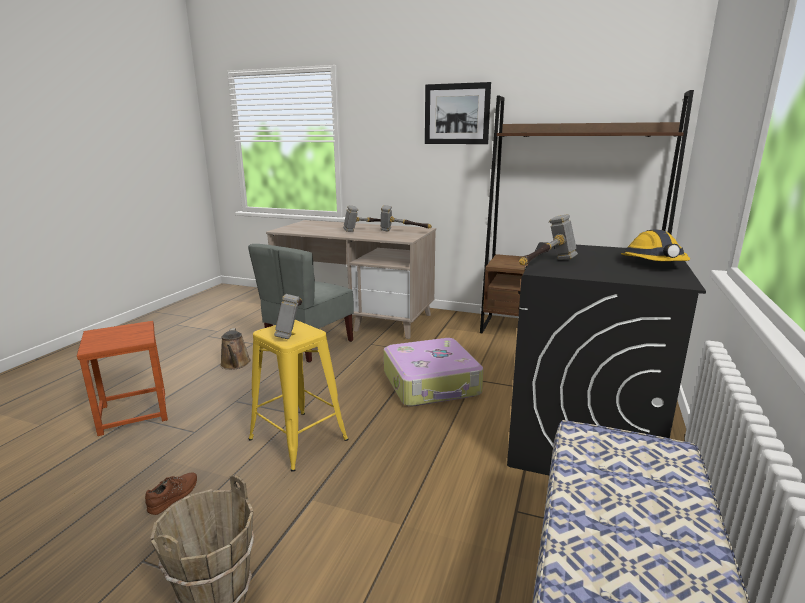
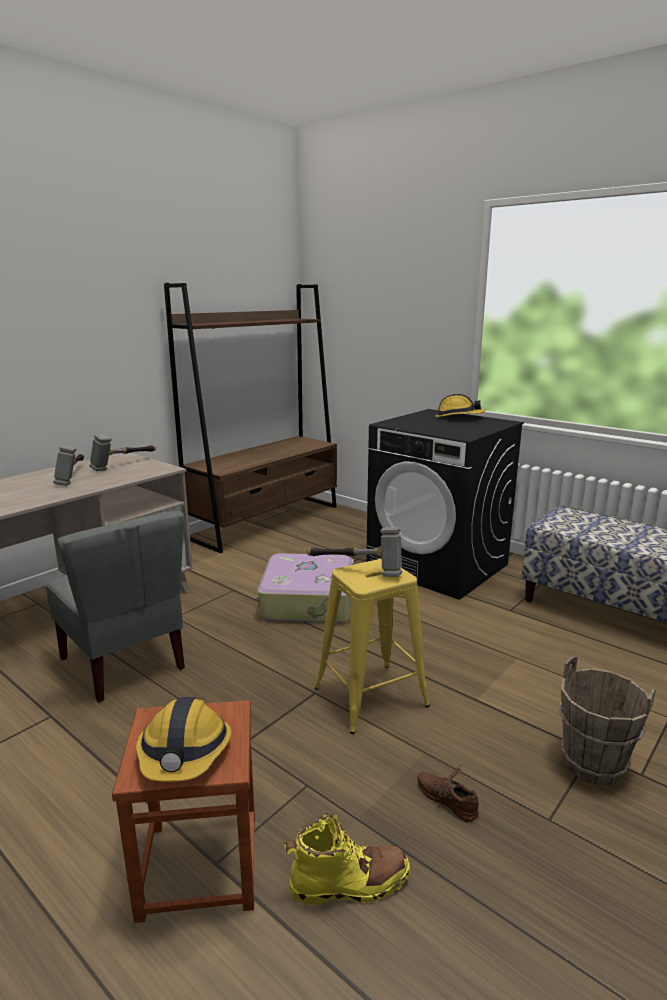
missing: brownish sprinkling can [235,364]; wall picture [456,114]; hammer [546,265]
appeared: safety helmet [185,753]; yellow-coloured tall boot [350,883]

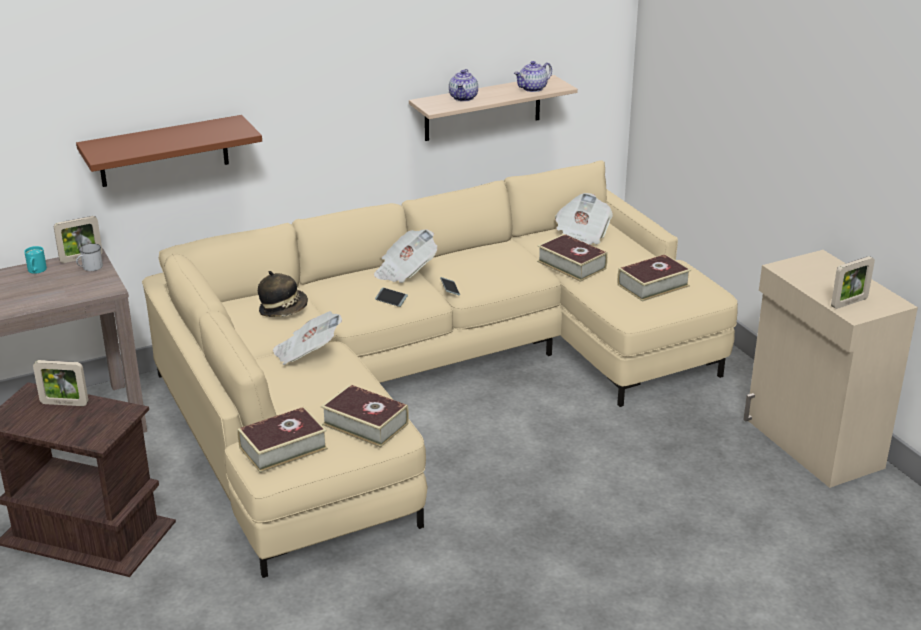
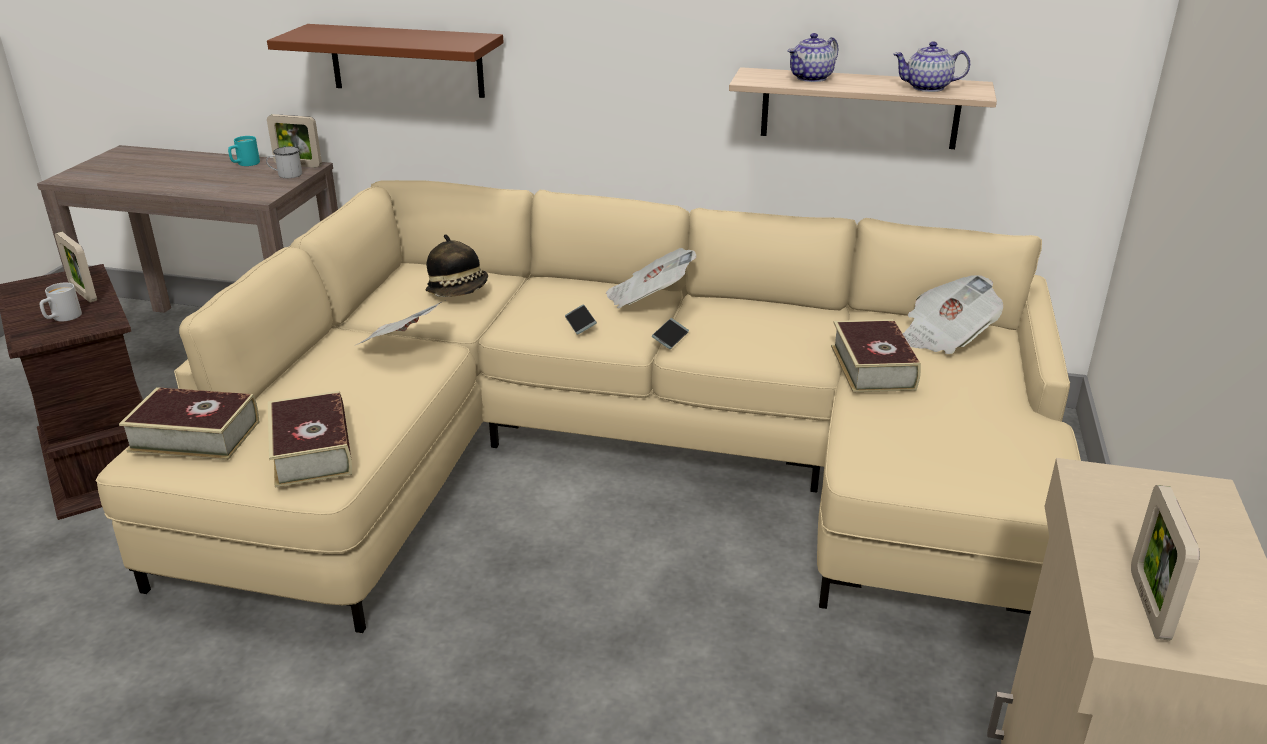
missing: volume [653,285]
appeared: whitish coffee mug [62,318]
spun: standing frame [849,303] = [1148,604] 90 degrees clockwise

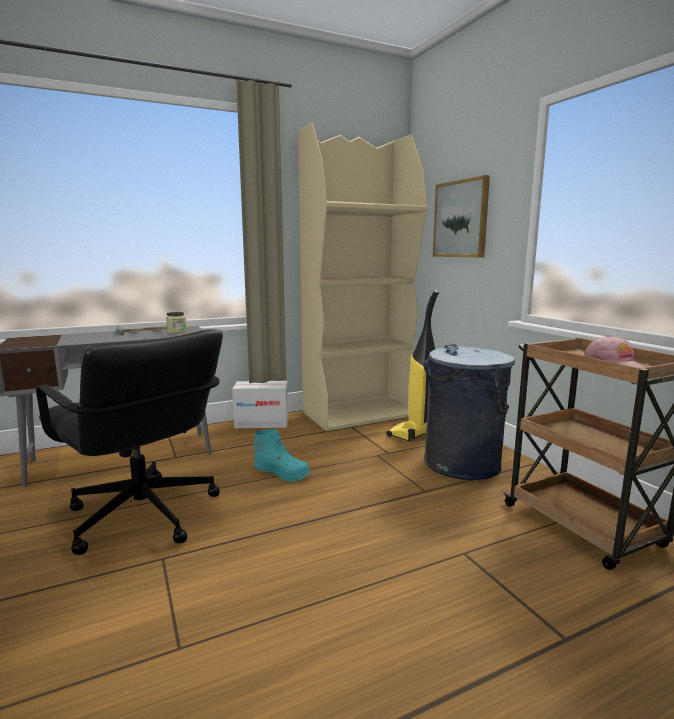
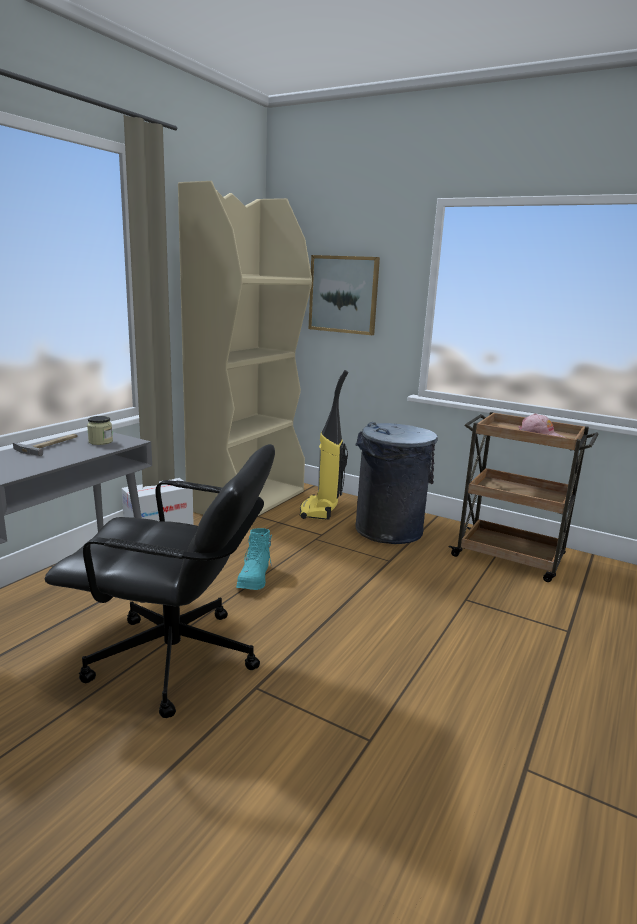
spun: blue-green tall boot [282,473] = [255,578] 105 degrees clockwise

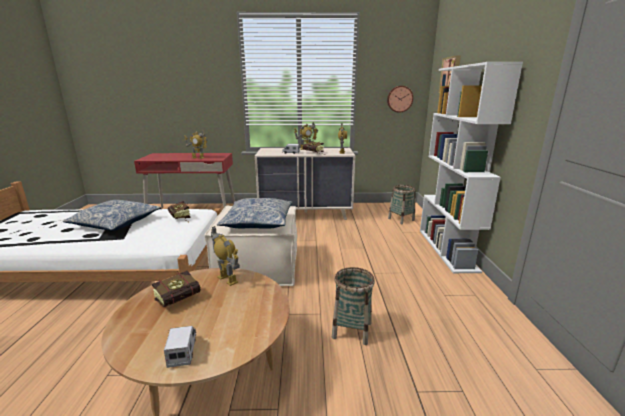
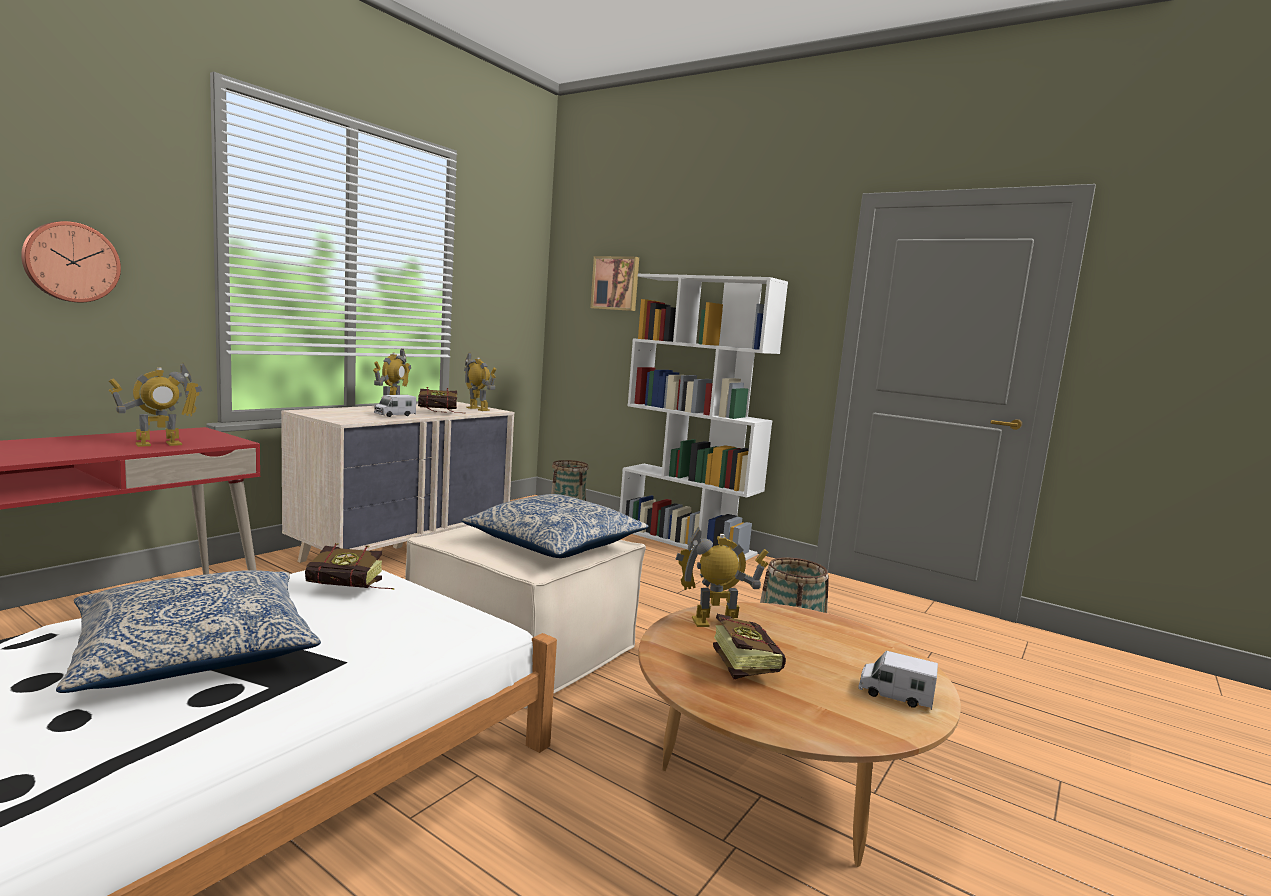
relocated: hanging clock [399,99] to [71,262]

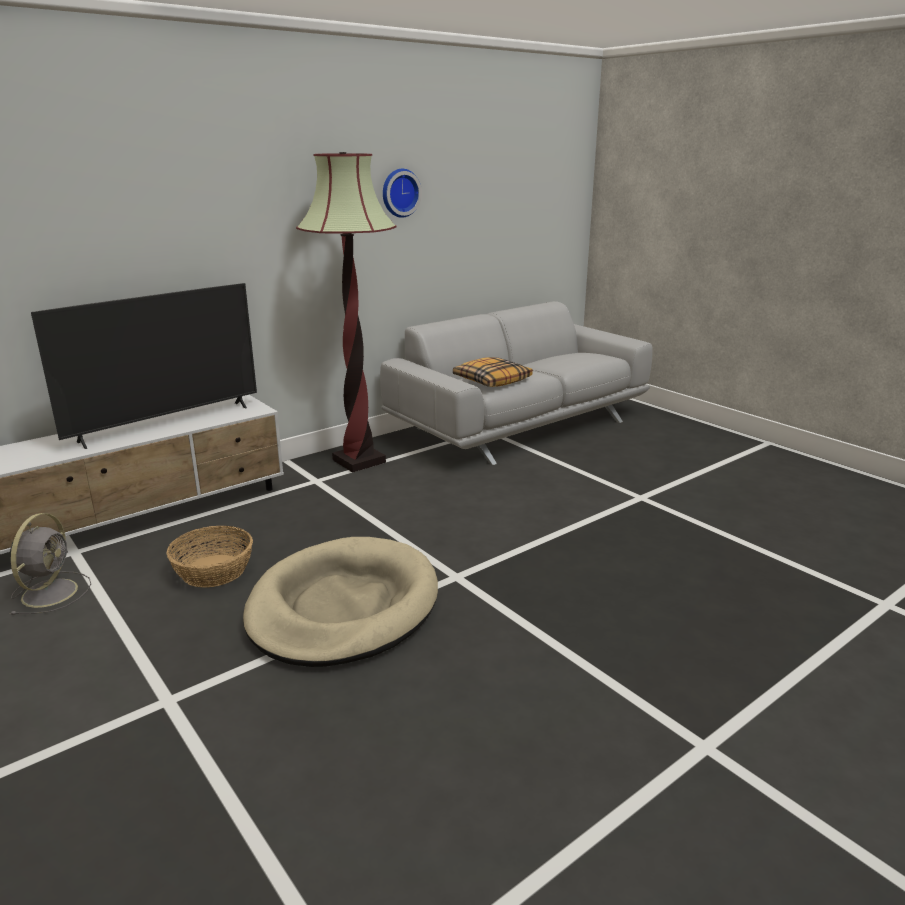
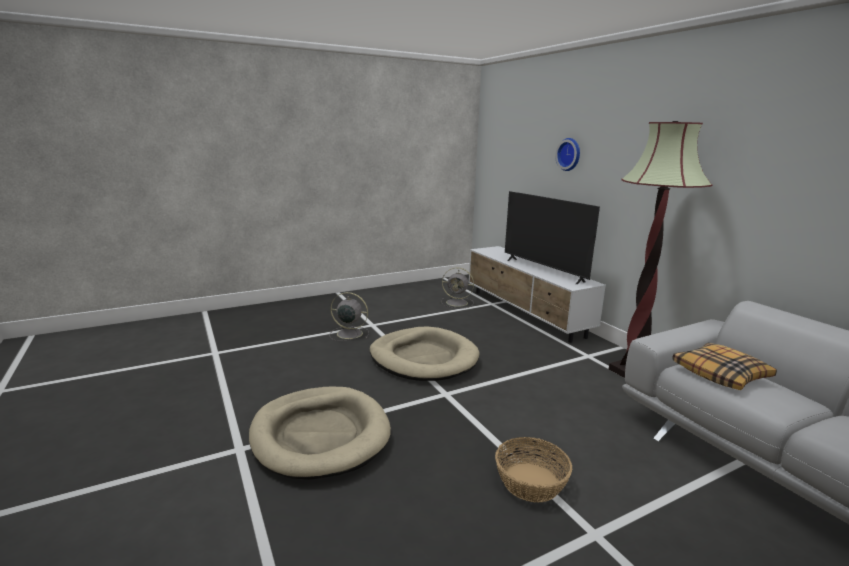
appeared: beige-coloured dog cushion [320,435]; gray fan [348,333]
relocated: household basket [214,570] to [531,482]; hanging clock [399,193] to [570,154]

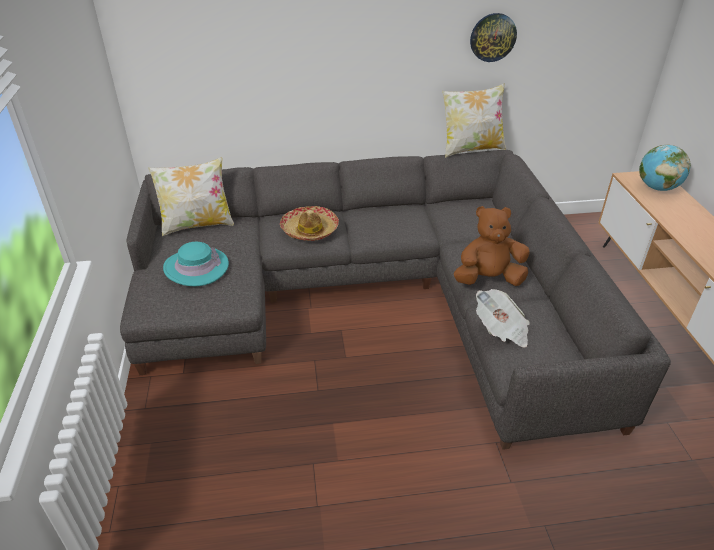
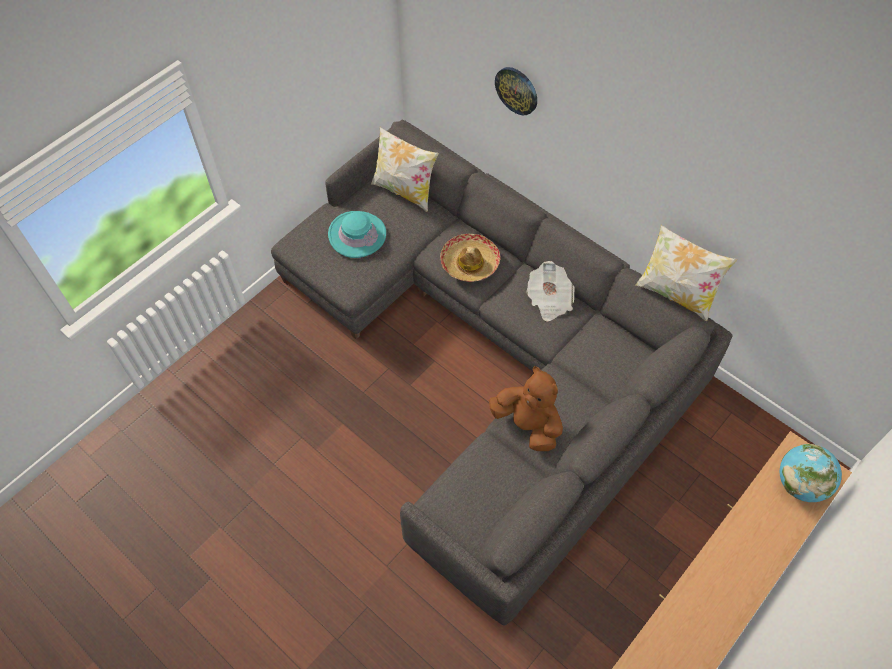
relocated: hanging clock [493,37] to [517,90]; printed paper [501,330] to [549,299]

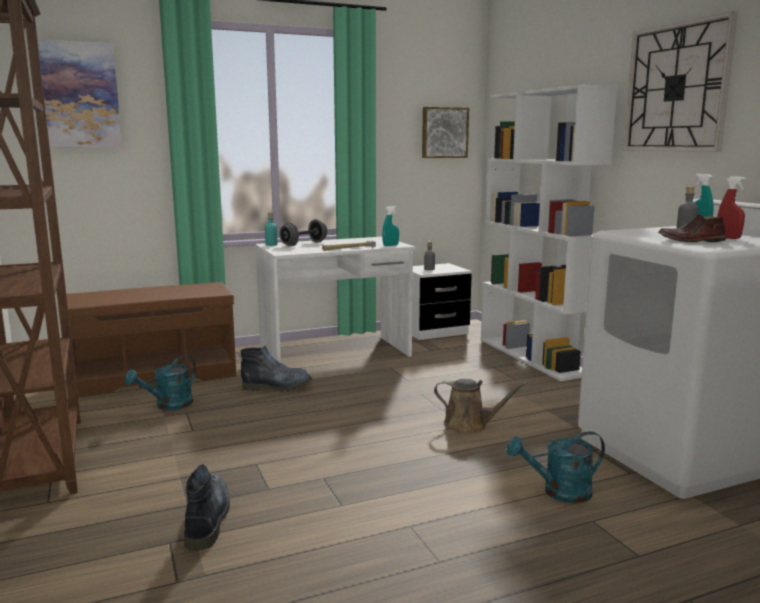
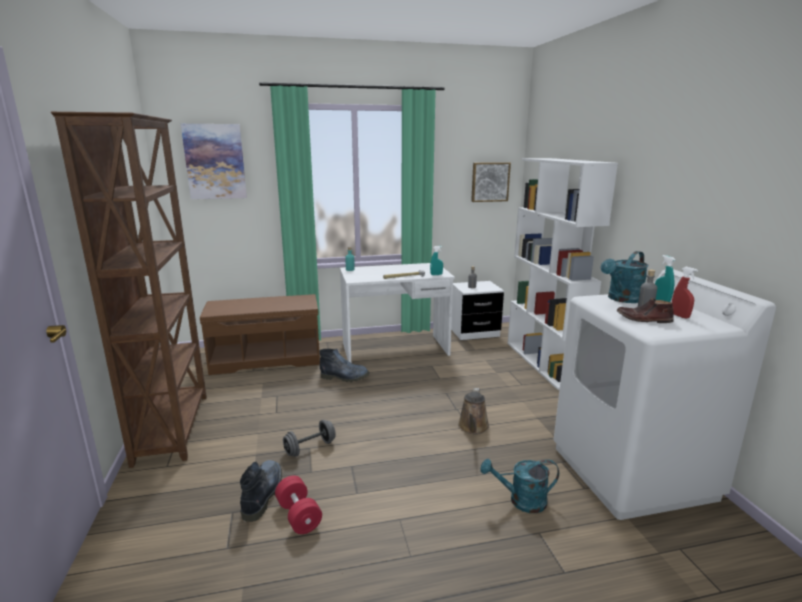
missing: hanging clock [676,88]
appeared: red dumbbell [298,515]
relocated: gray dumbbell [304,244] to [310,448]; blue-green sprinkling can [168,405] to [622,299]
spun: brownish sprinkling can [469,425] = [473,427] 75 degrees clockwise

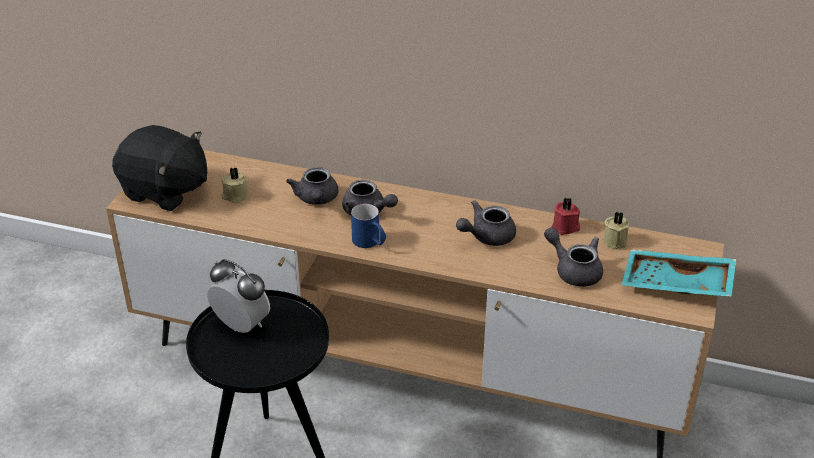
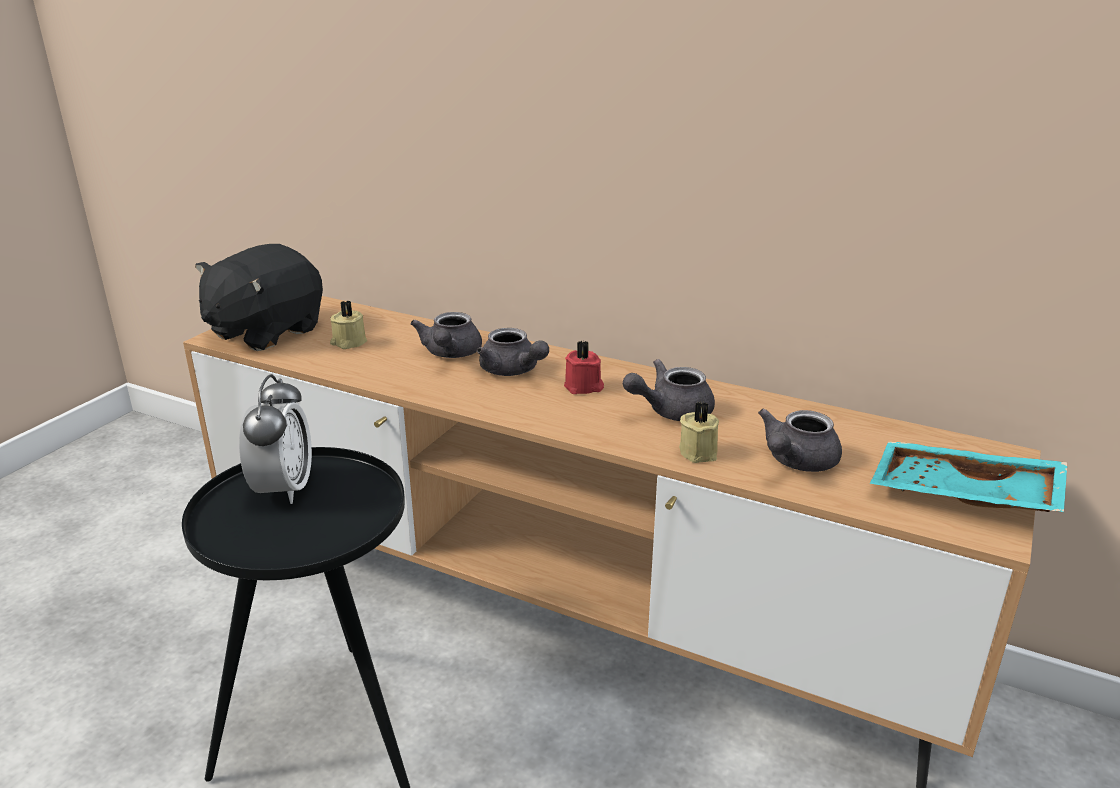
missing: blue-coloured coffee mug [370,243]
relocated: red wax light [566,227] to [584,387]; beige-coloured wax light [615,240] to [699,451]
spun: blackish plush toy [165,191] = [265,332] 90 degrees clockwise; alarm clock [241,326] = [284,489] 45 degrees clockwise; gray pot for tea [574,270] = [796,462] 105 degrees counterclockwise

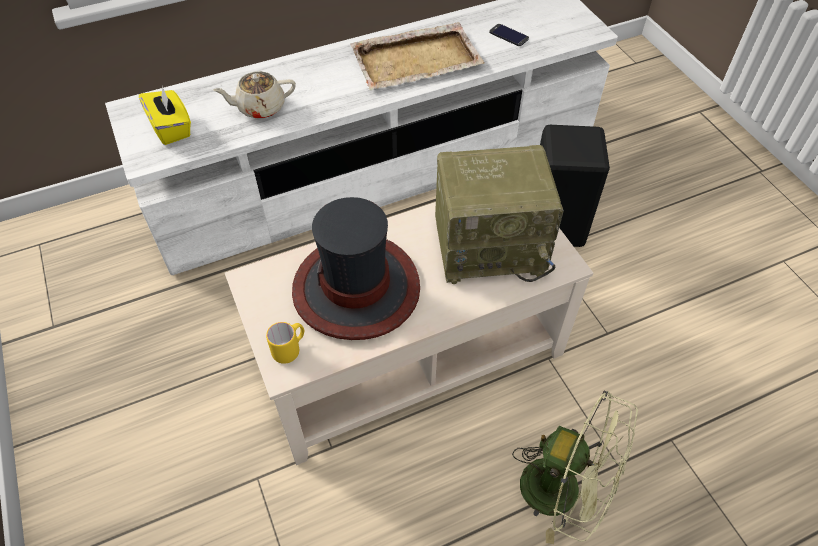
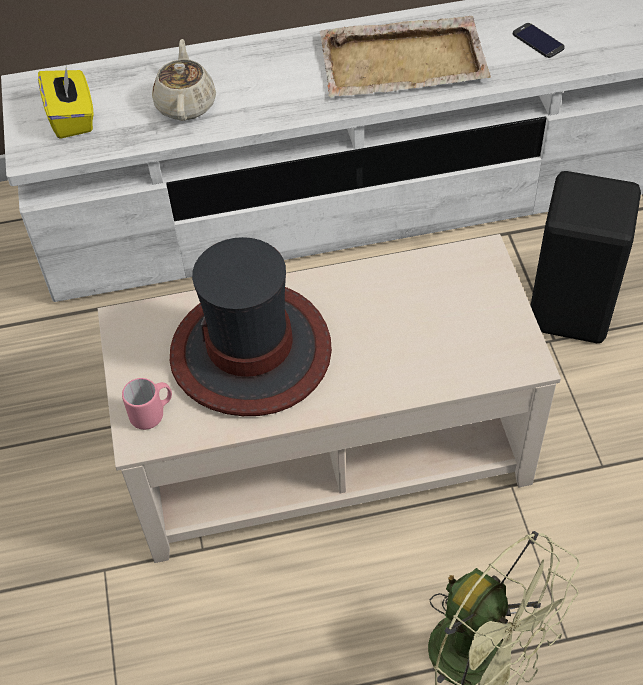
missing: radio set [491,246]
colour: yellow-coloured coffee mug [290,349] to pinkish coffee mug [152,413]
spun: beige-coloured pot for tea [260,107] = [186,104] 90 degrees clockwise

